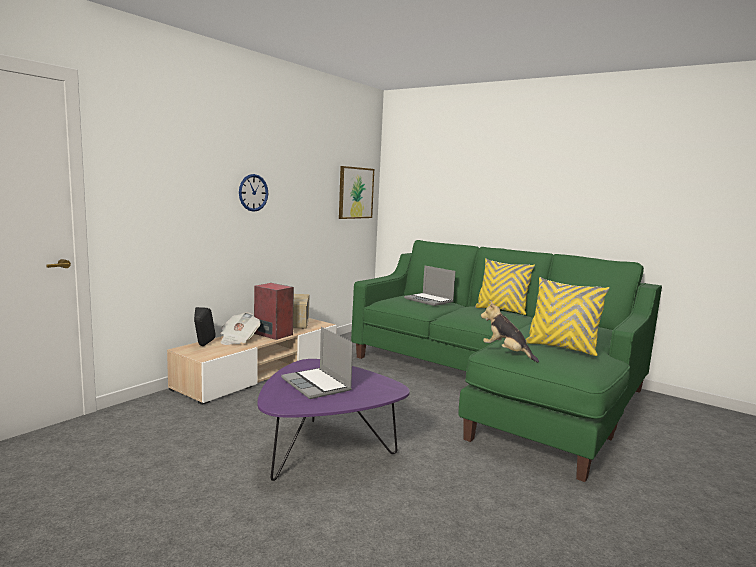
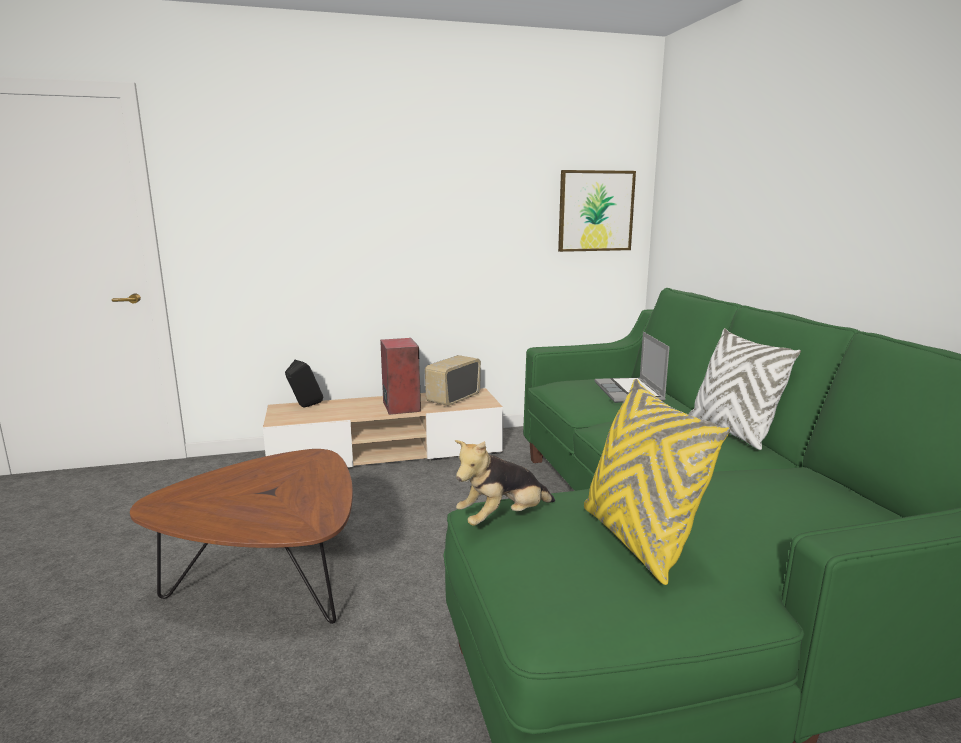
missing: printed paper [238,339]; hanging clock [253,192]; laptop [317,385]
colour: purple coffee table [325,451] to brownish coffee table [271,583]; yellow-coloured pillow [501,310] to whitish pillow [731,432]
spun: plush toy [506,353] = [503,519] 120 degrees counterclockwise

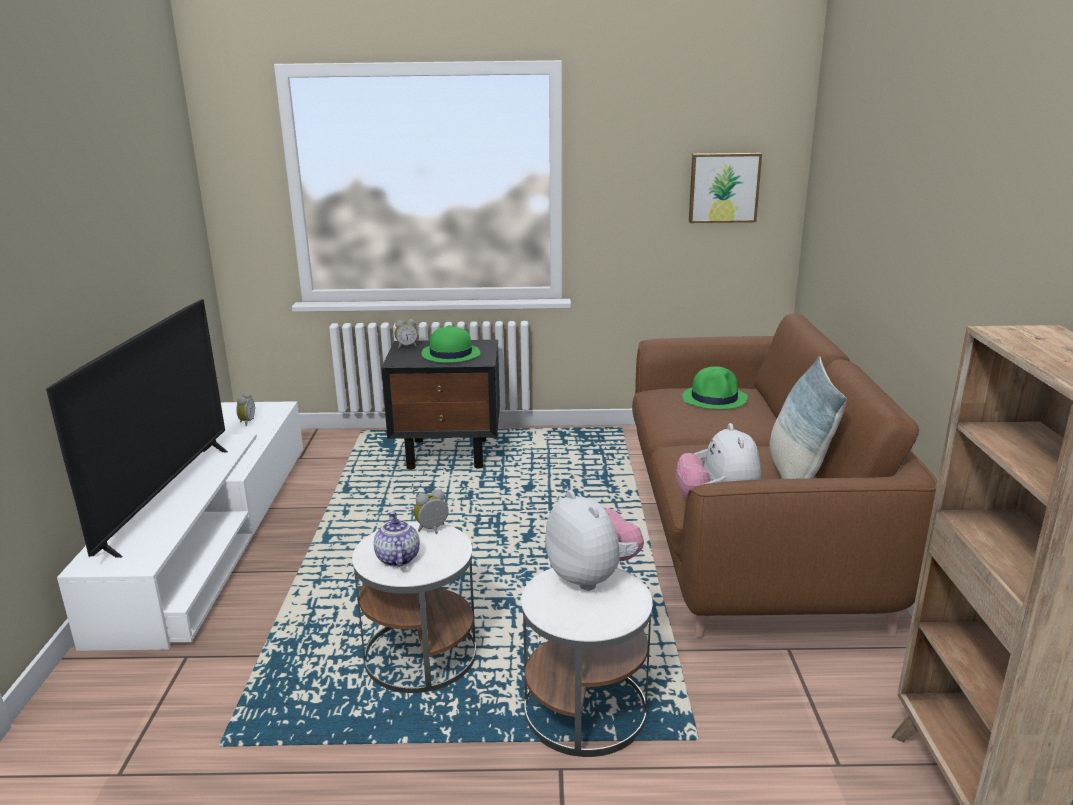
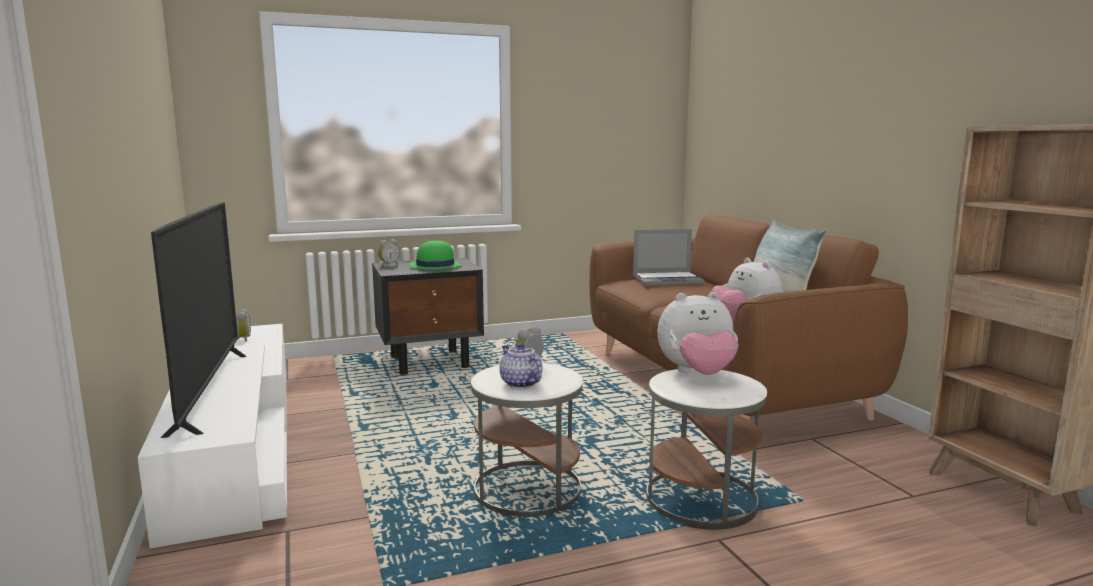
missing: wall picture [723,187]
exchanged: green-coloured hat [715,398] to laptop [668,280]
spun: plush toy [592,577] = [697,374] 135 degrees clockwise

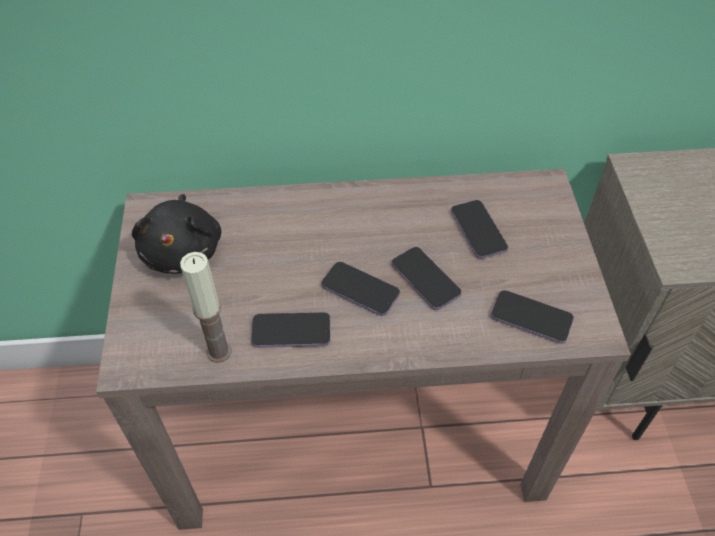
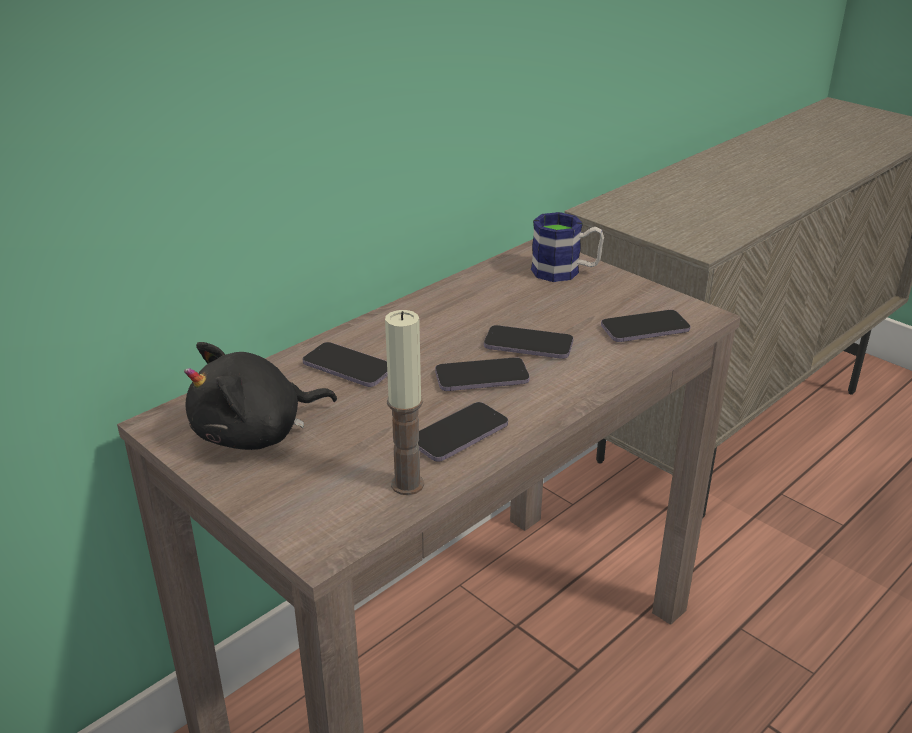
appeared: coffee mug [565,271]
relocated: handset [478,231] to [348,368]
spun: blackish plush toy [183,250] = [256,433] 105 degrees clockwise

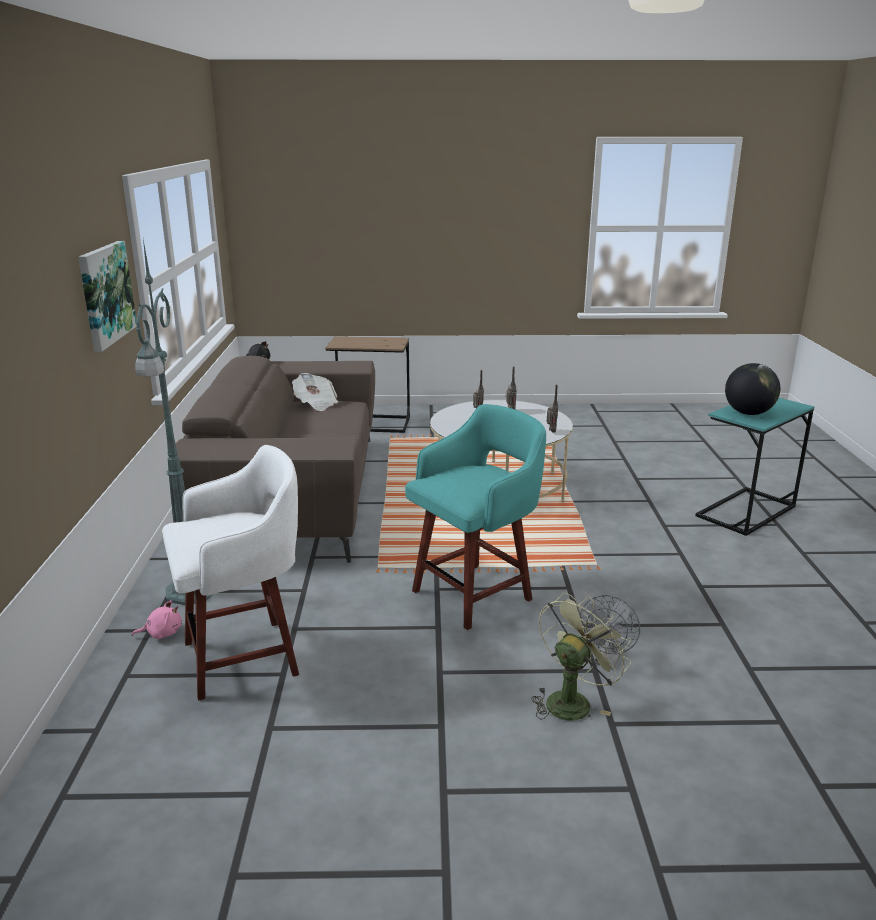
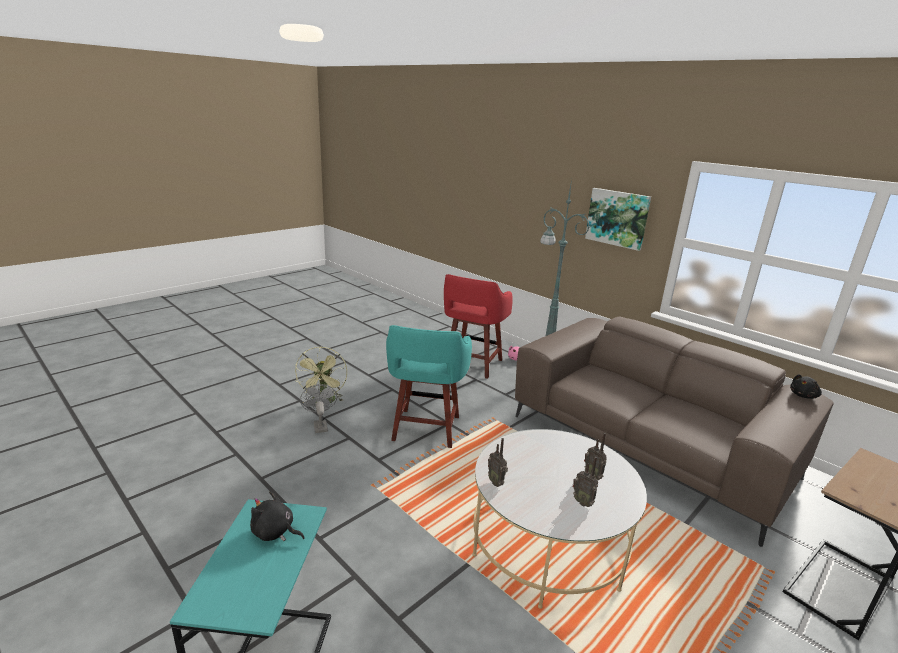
missing: printed paper [315,404]
exchanged: world globe [748,413] to blackish plush toy [275,532]
colour: whitish sitting stool [245,657] to red sitting stool [472,365]

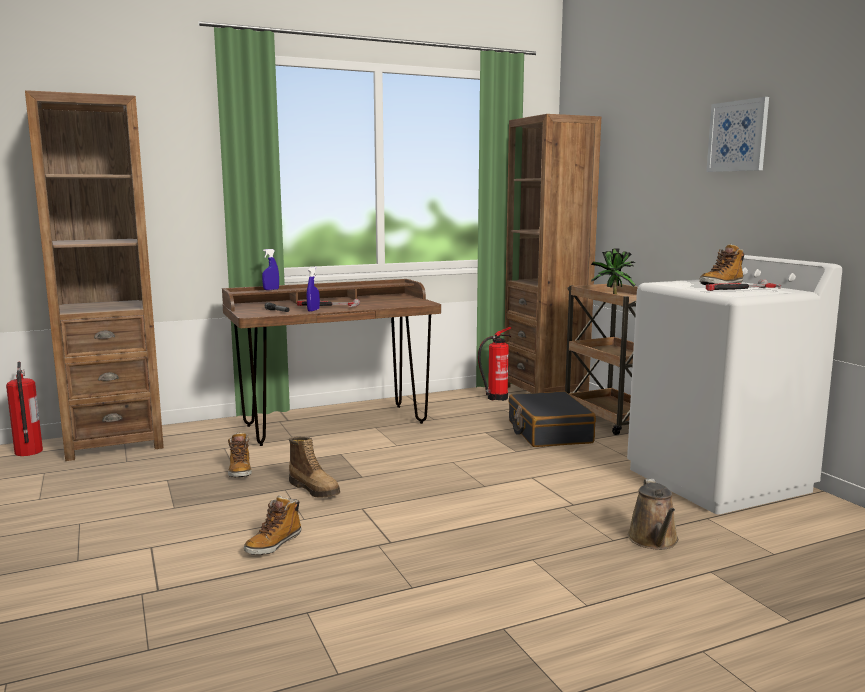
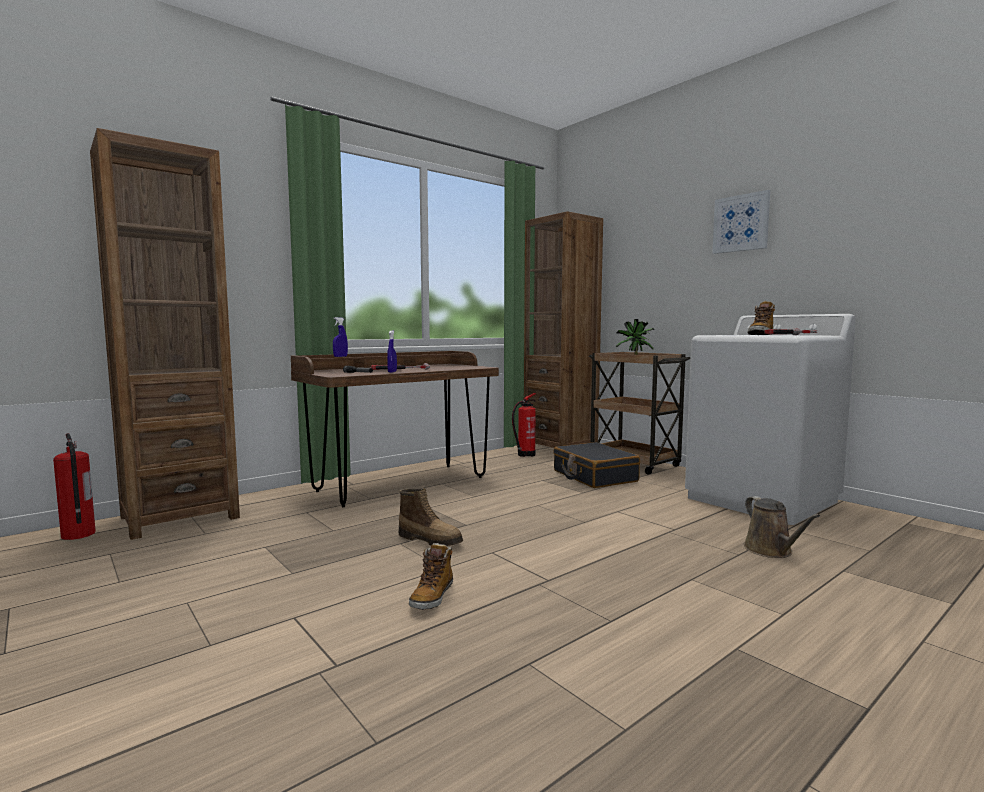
missing: tall boot [240,471]

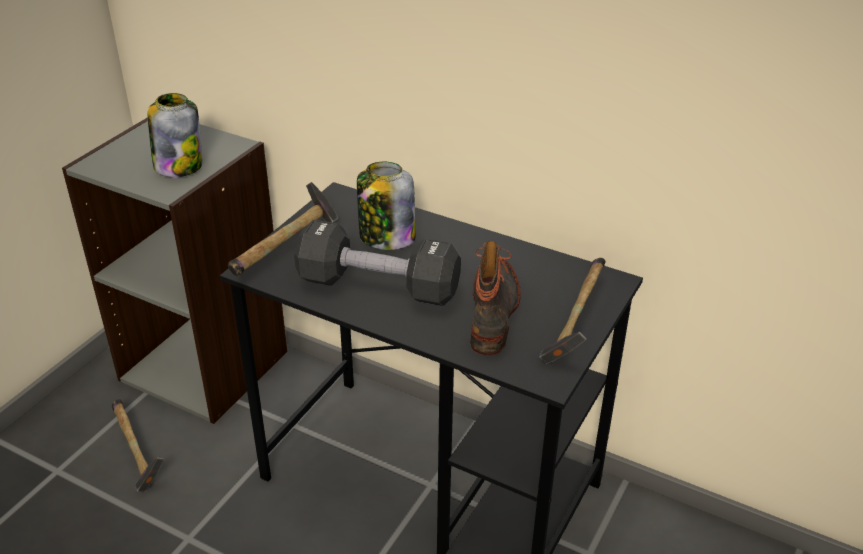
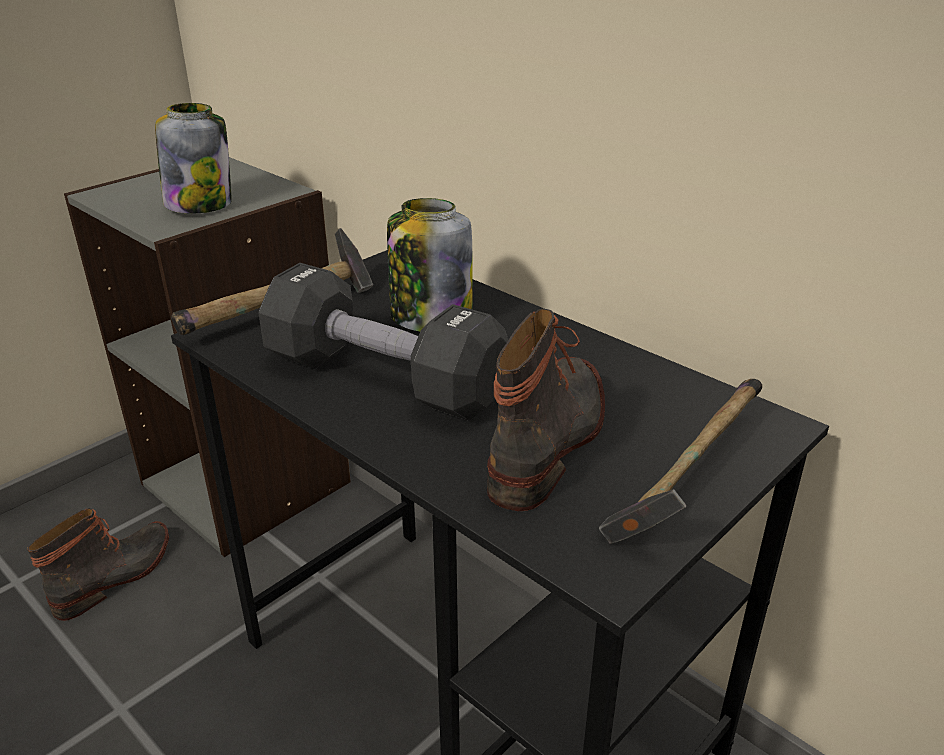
exchanged: hammer [135,452] to tall boot [115,576]

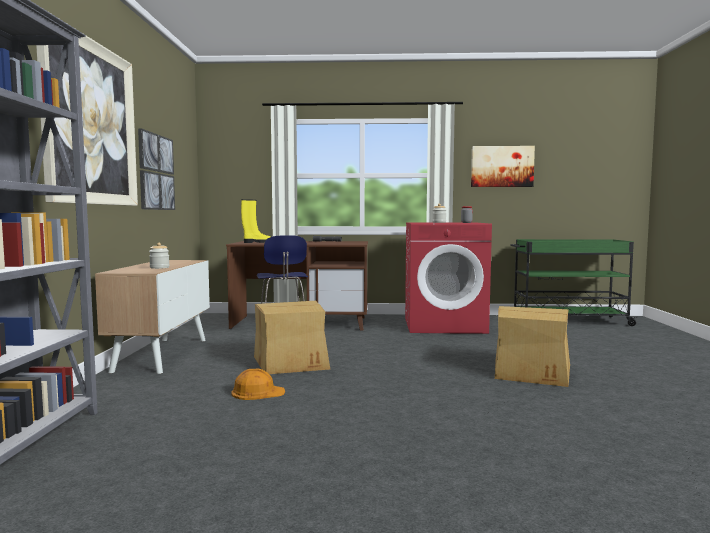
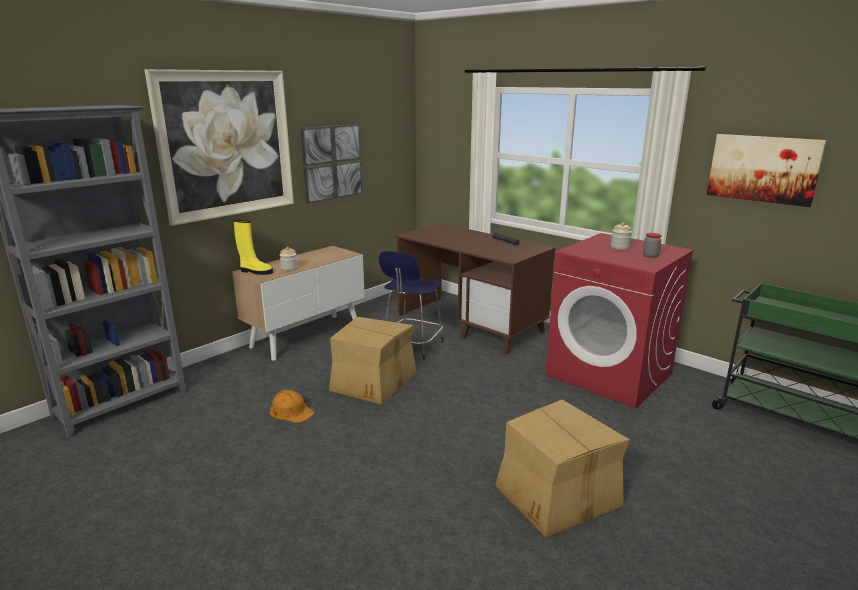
relocated: yellow-coloured tall boot [256,242] to [255,272]

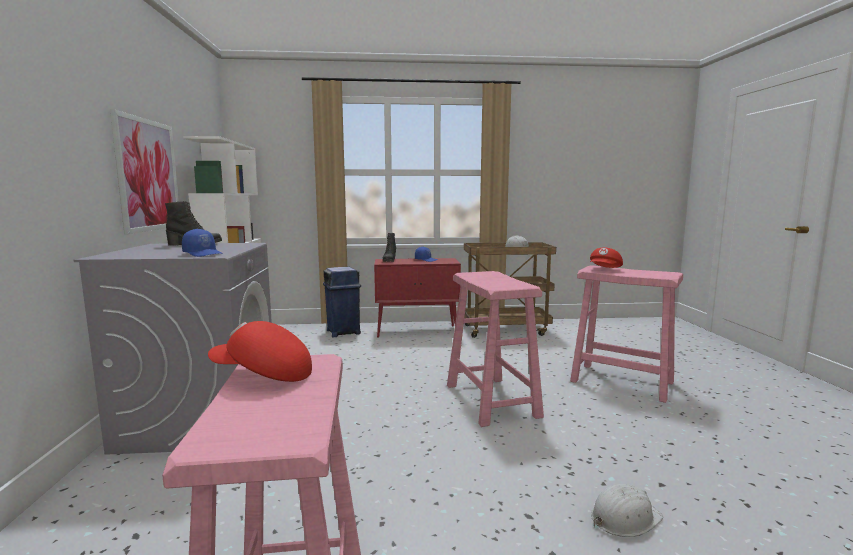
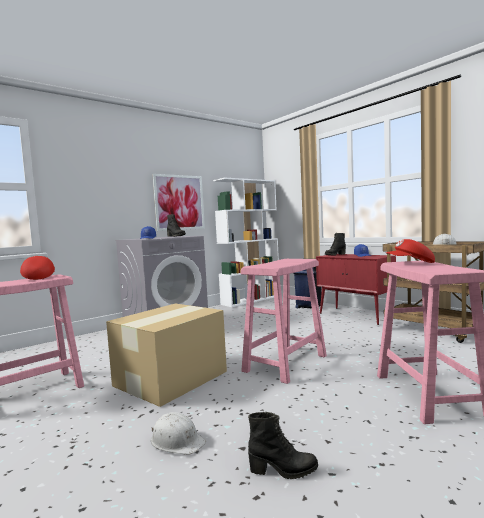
appeared: cardboard box [172,378]; blackish tall boot [283,470]

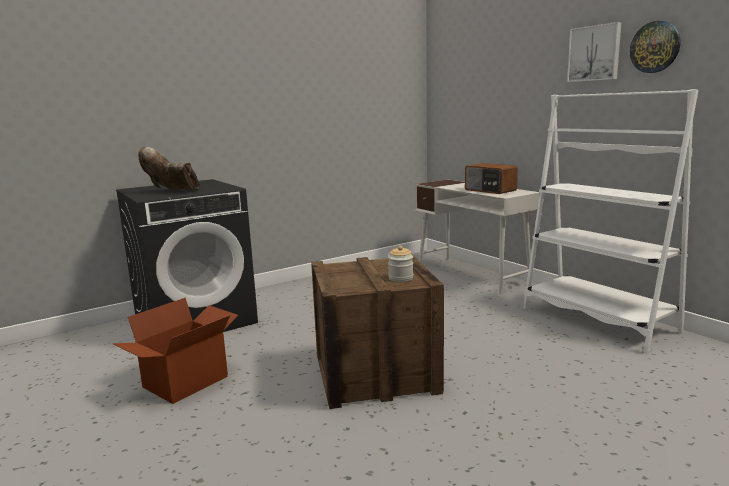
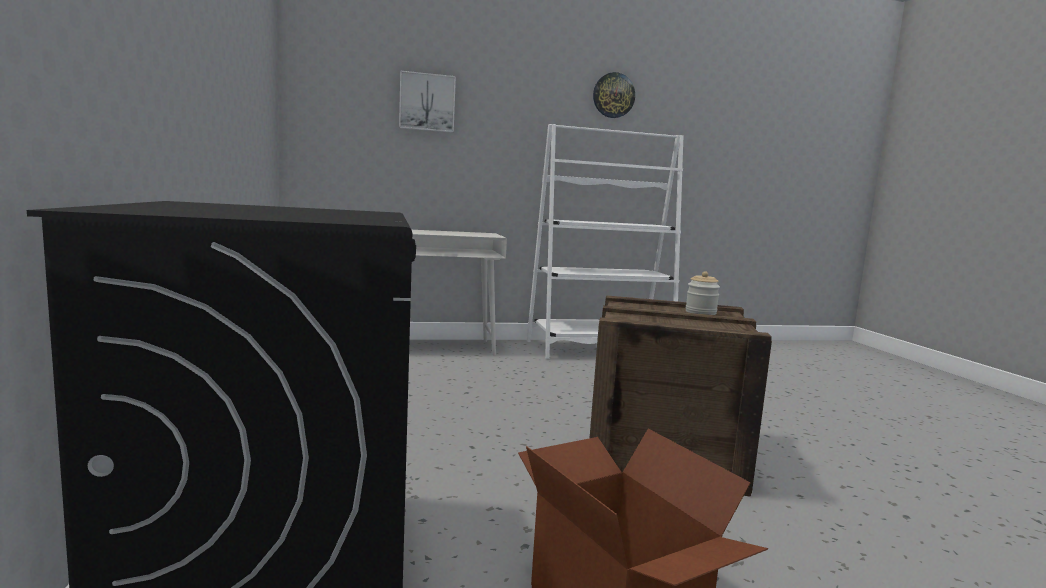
missing: brownish tall boot [172,191]; radio set [490,190]
relocated: wall picture [594,53] to [427,102]

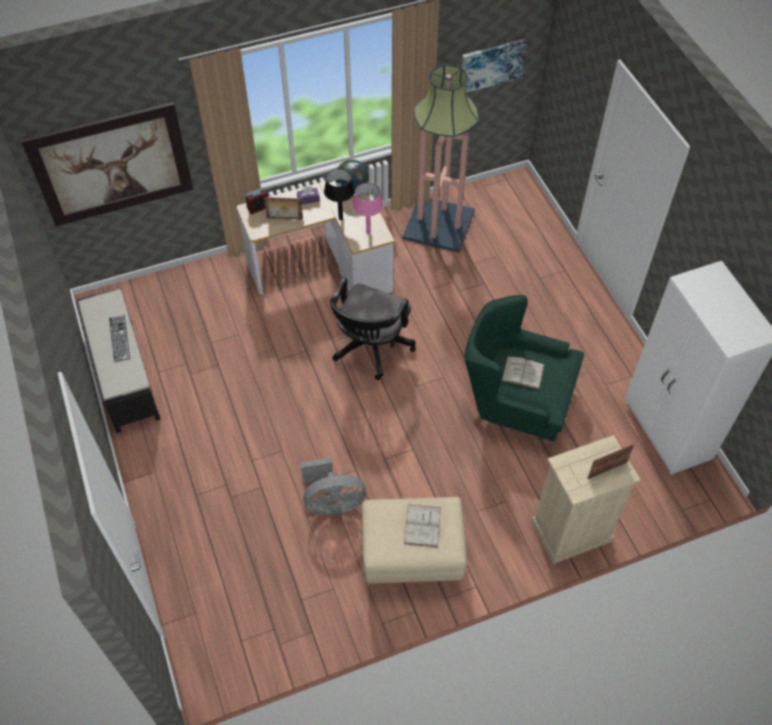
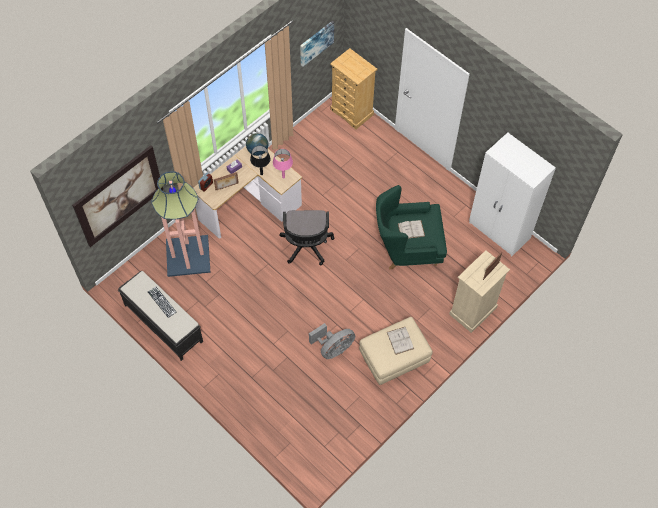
appeared: beige-coloured chest of drawers [352,112]
relocated: floor lamp [439,224] to [188,256]

